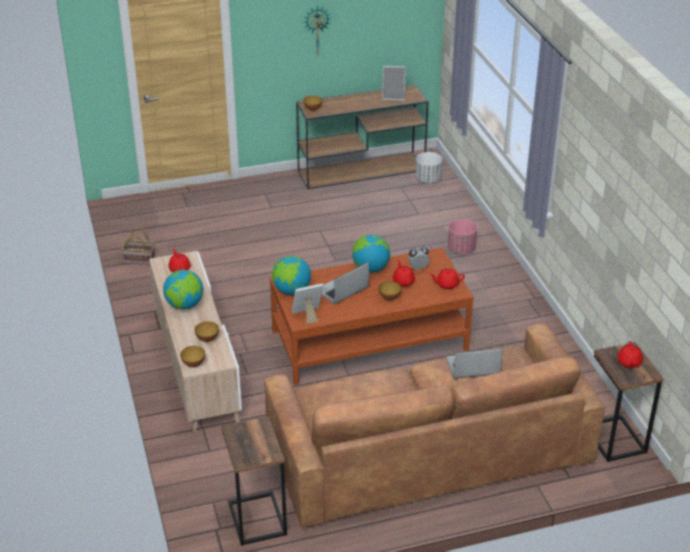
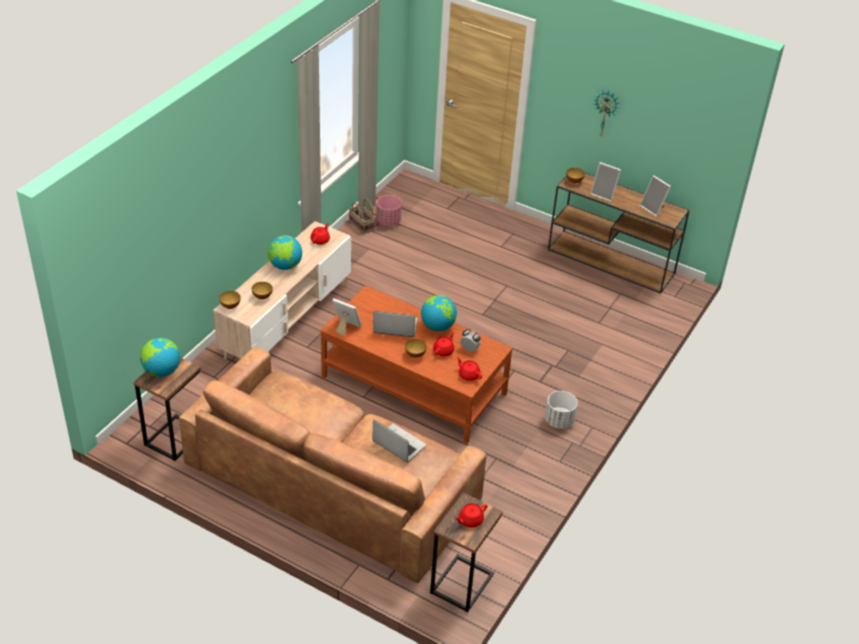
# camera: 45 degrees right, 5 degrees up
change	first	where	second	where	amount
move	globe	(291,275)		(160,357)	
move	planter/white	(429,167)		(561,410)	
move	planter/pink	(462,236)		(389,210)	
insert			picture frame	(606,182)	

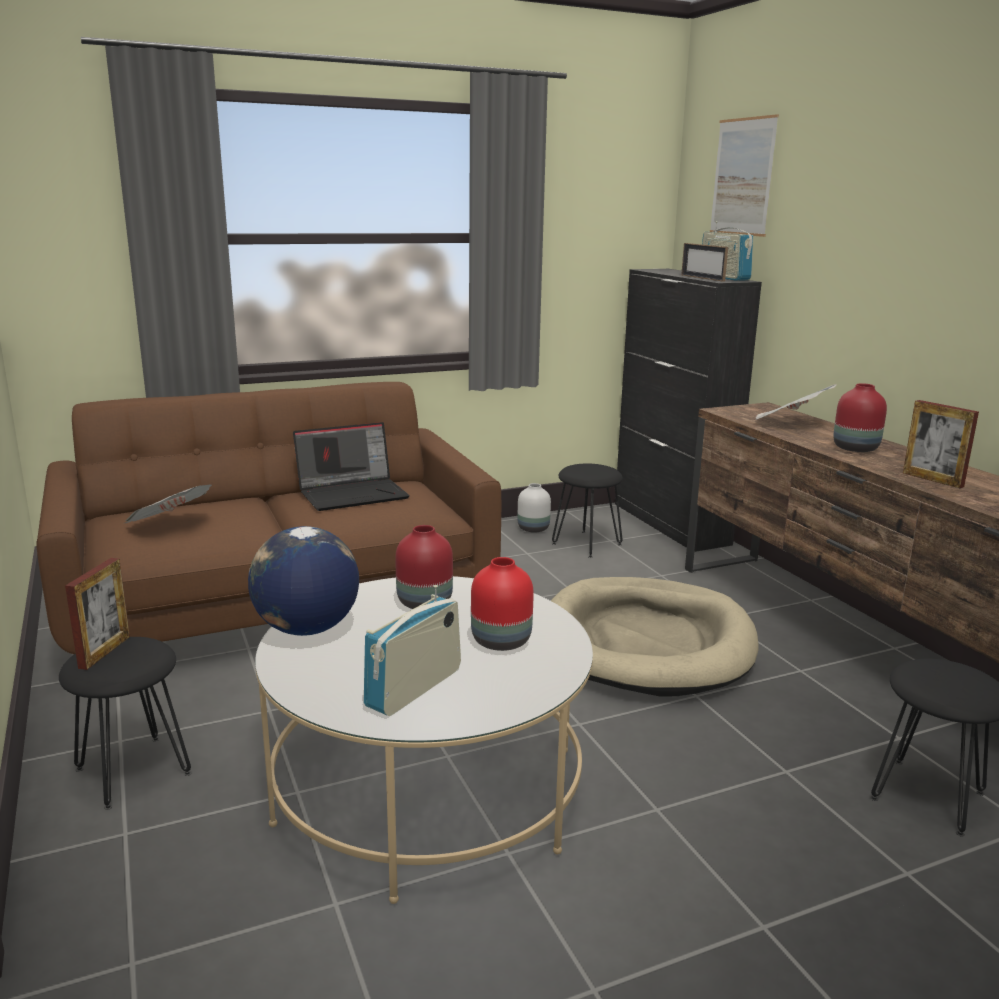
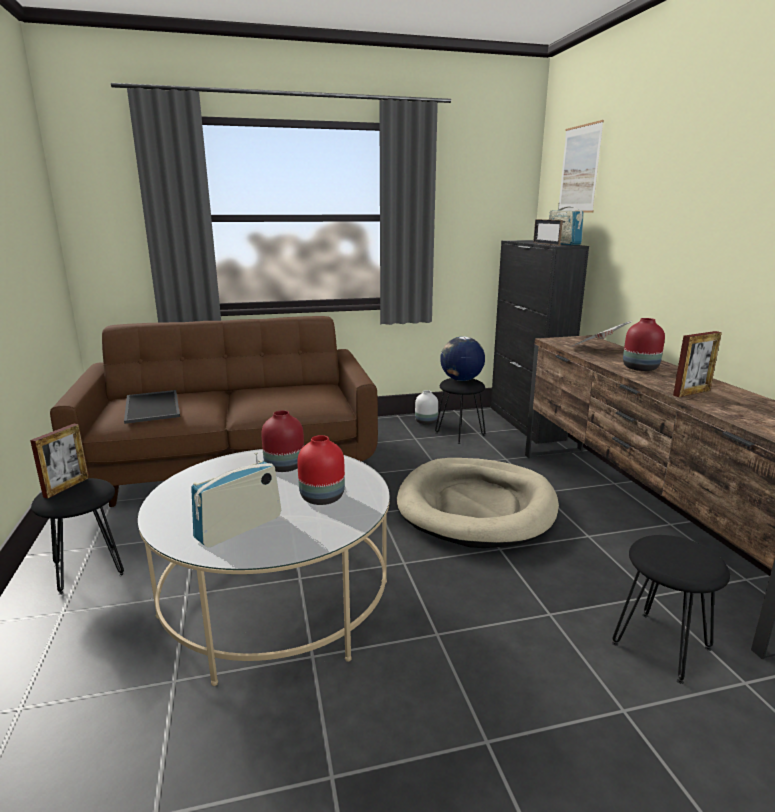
# camera: 10 degrees right, 0 degrees up
change	first	where	second	where	amount
replace	newspaper	(168,504)	tray	(152,407)	
move	globe	(303,581)		(462,358)	
delete	laptop	(351,466)			
rotate	picture frame	(941,444)		(697,364)	90 degrees counterclockwise

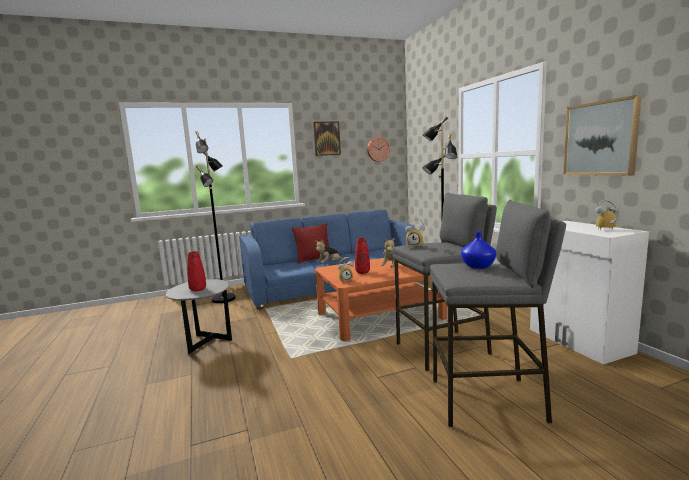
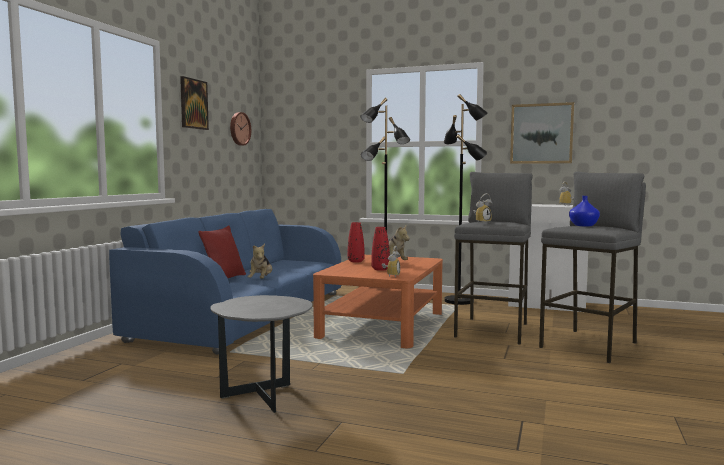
# camera: 50 degrees left, 5 degrees down
change	first	where	second	where	amount
move	vase/red	(196,271)		(356,242)	
move	floor lamp/black	(215,217)		(466,199)	

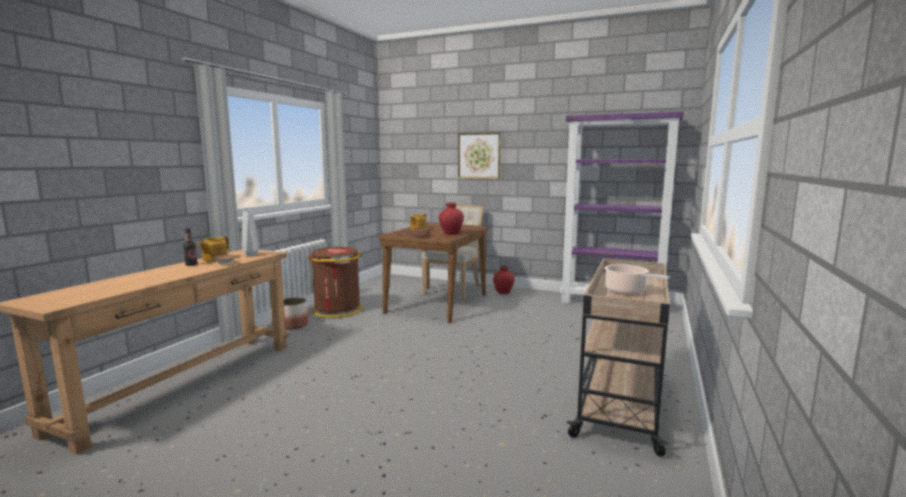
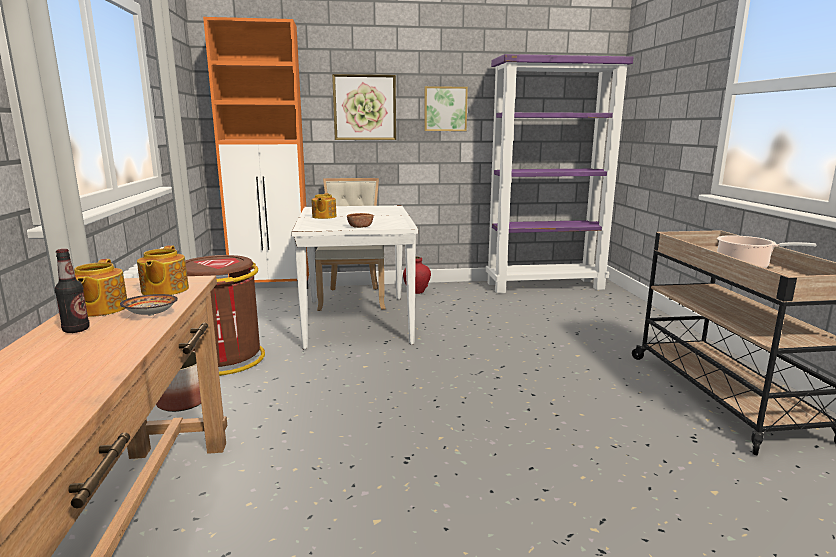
# camera: 30 degrees left, 5 degrees up
change	first	where	second	where	amount
replace	vase/grey	(250,233)	teapot	(163,270)	
recolor	dining table/brown	(433,273)	dining table/white	(354,277)	
delete	vase/red	(451,218)			
insert			cabinet/orange	(256,153)	
insert			picture	(446,108)	

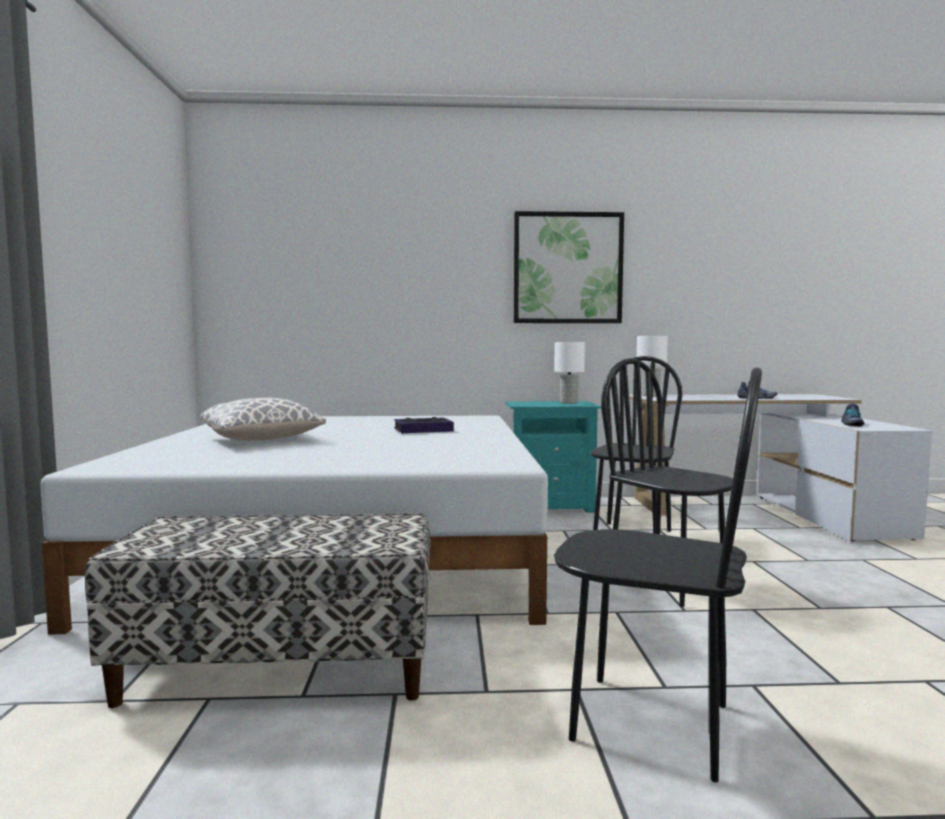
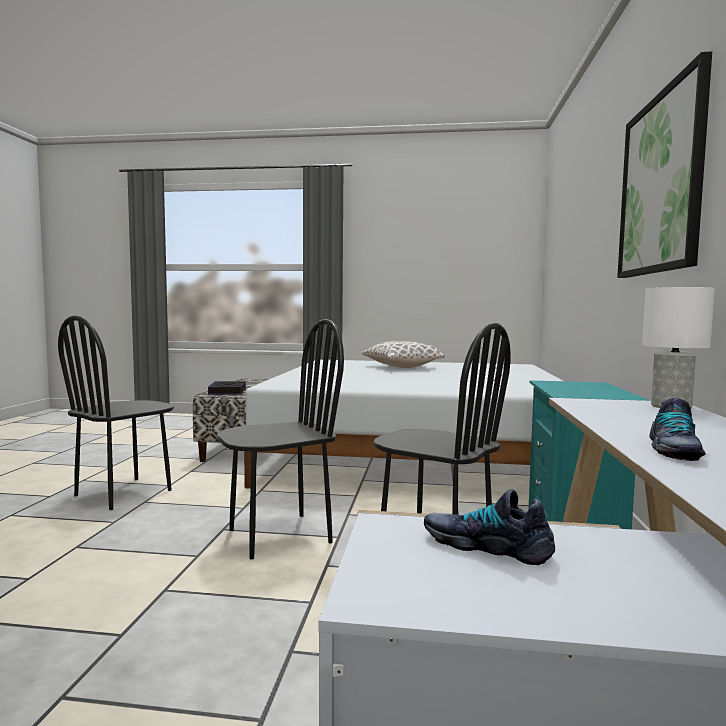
# camera: 100 degrees right, 0 degrees up
change	first	where	second	where	amount
move	book	(424,425)		(227,387)	
delete	table lamp/white	(569,373)			

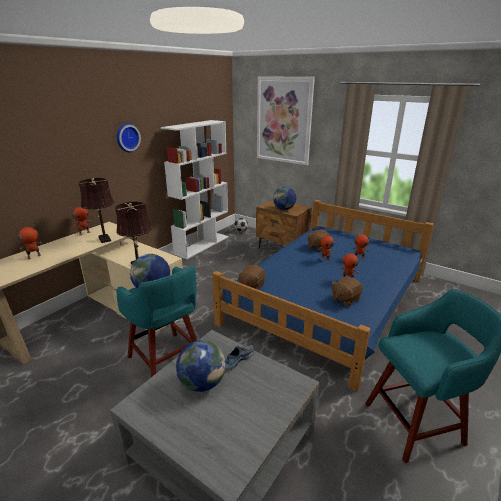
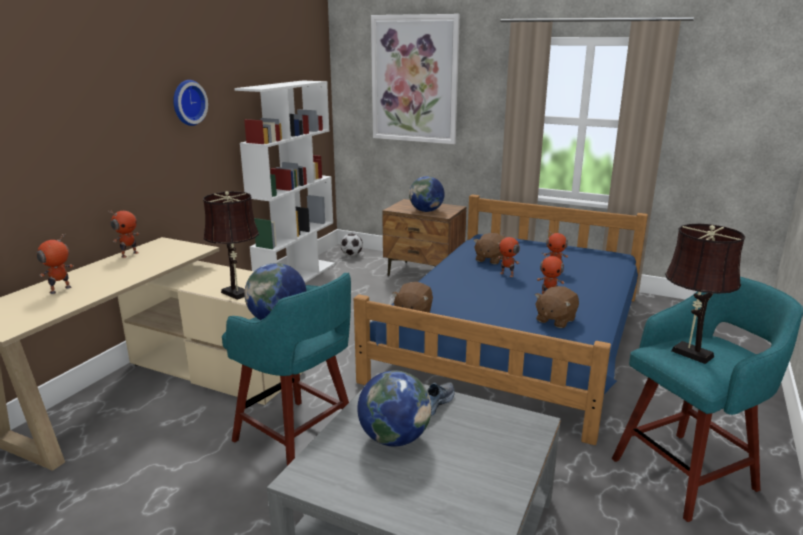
# camera: 10 degrees left, 5 degrees down
change	first	where	second	where	amount
move	table lamp/brown	(96,210)		(705,294)	

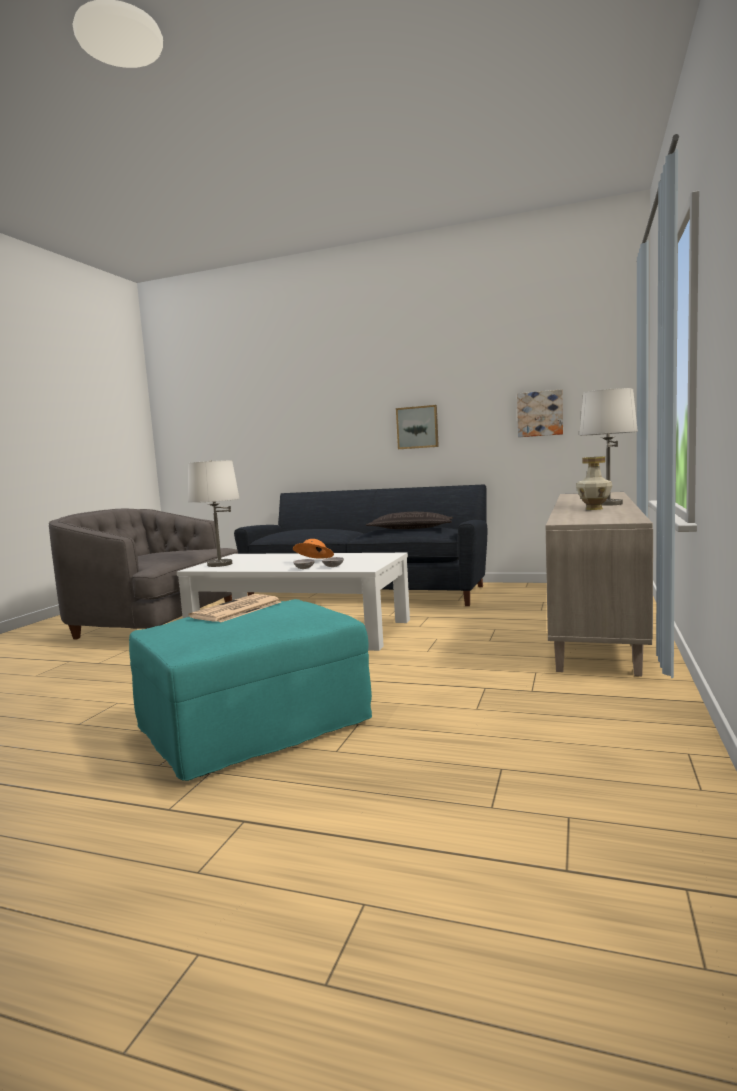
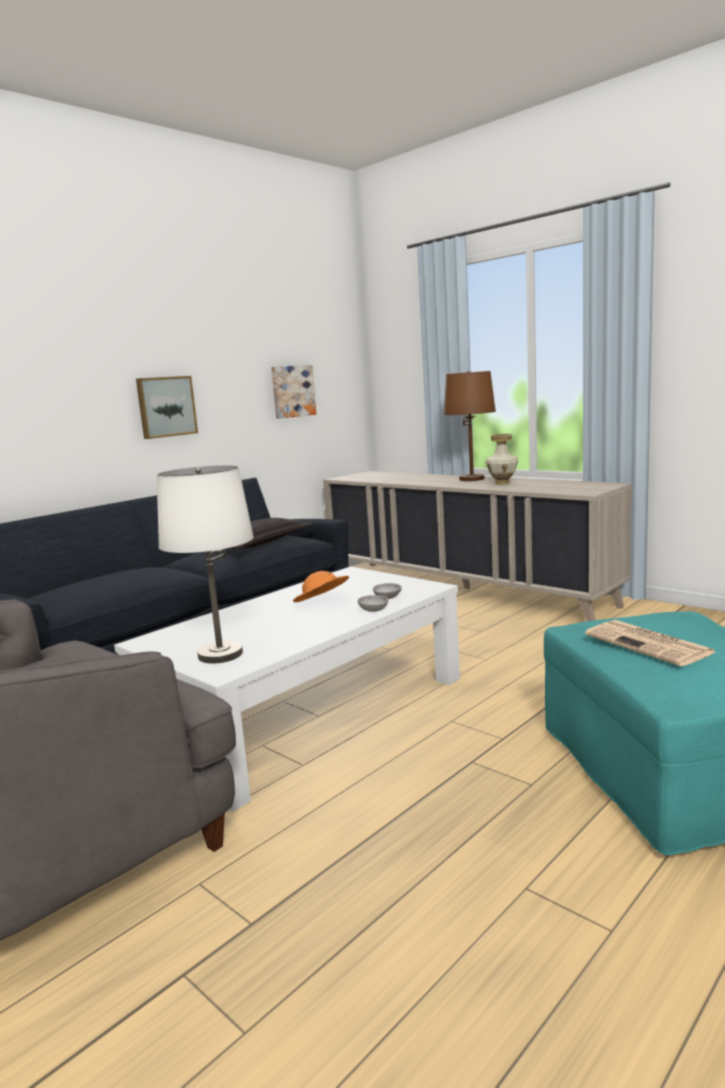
# camera: 65 degrees left, 5 degrees up
change	first	where	second	where	amount
recolor	table lamp/white	(608,447)	table lamp/brown	(470,426)	

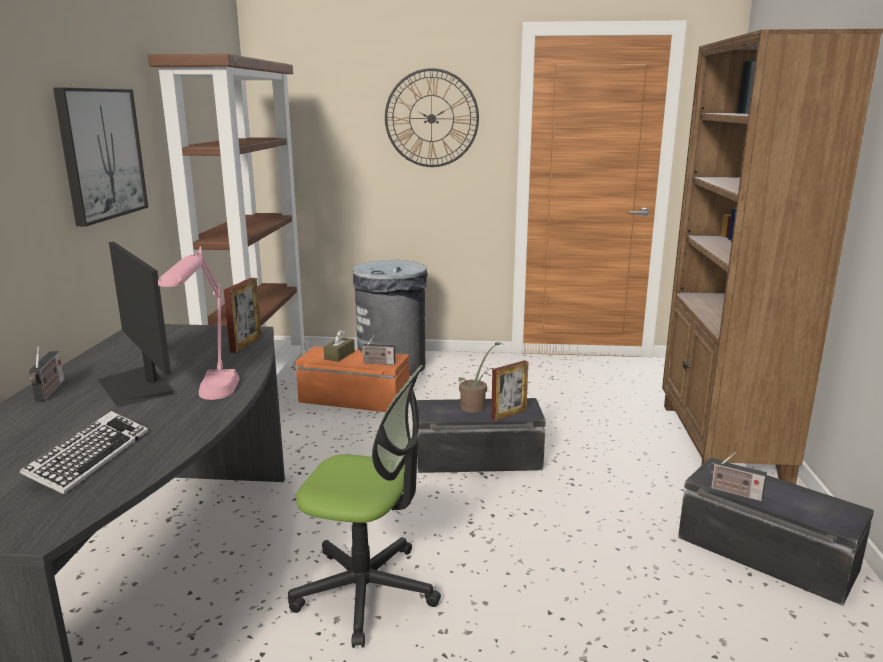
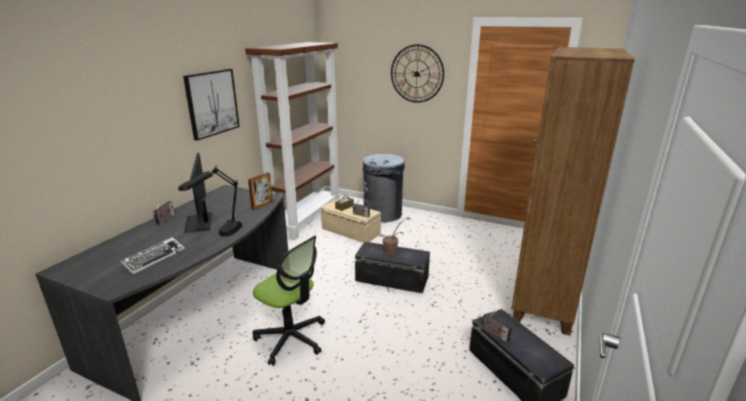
# camera: 20 degrees right, 5 degrees up
change	first	where	second	where	amount
recolor	table lamp/pink	(199,323)	table lamp/black	(210,201)	
recolor	storage box/orange	(352,379)	storage box/beige	(351,221)	
delete	picture frame	(510,390)			

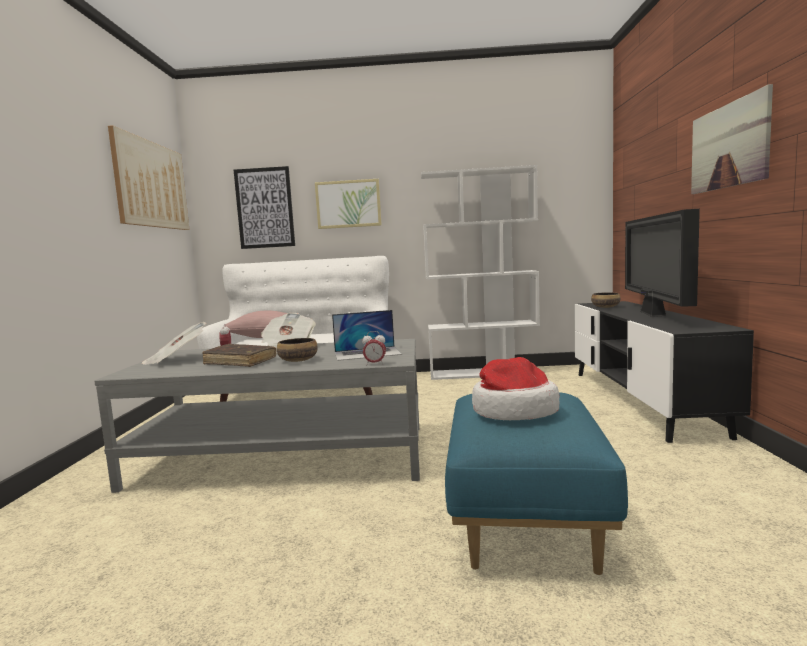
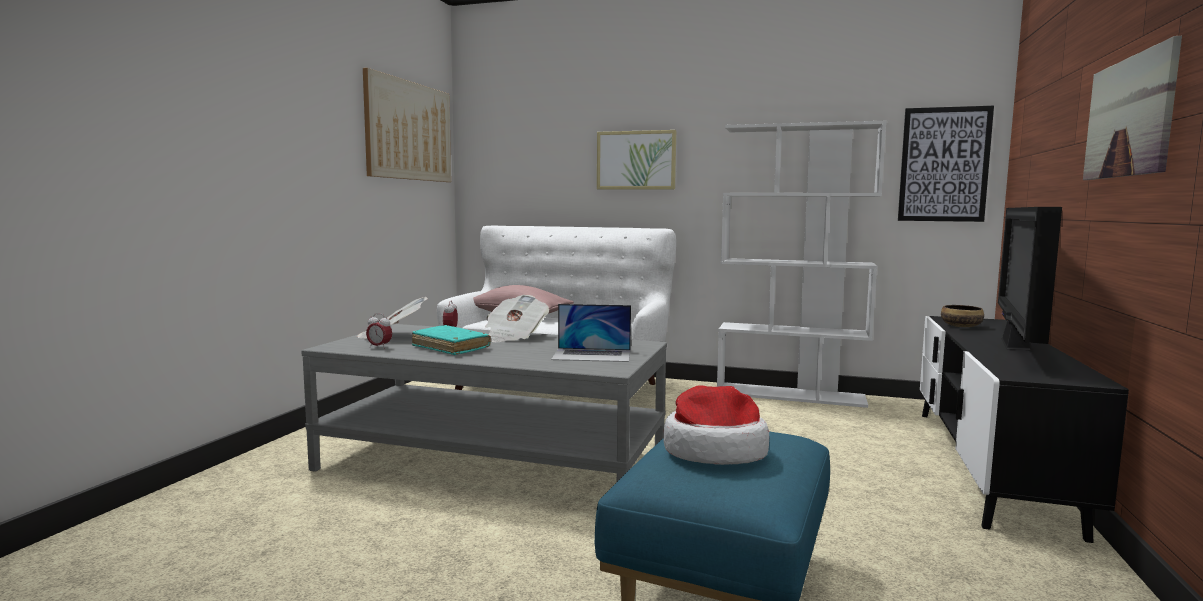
# camera: 15 degrees right, 0 degrees up
change	first	where	second	where	amount
recolor	book/brown	(239,355)	book/turquoise	(451,340)	
move	picture	(264,207)		(946,164)	
delete	bowl	(297,350)			
move	alarm clock	(374,347)		(379,331)	

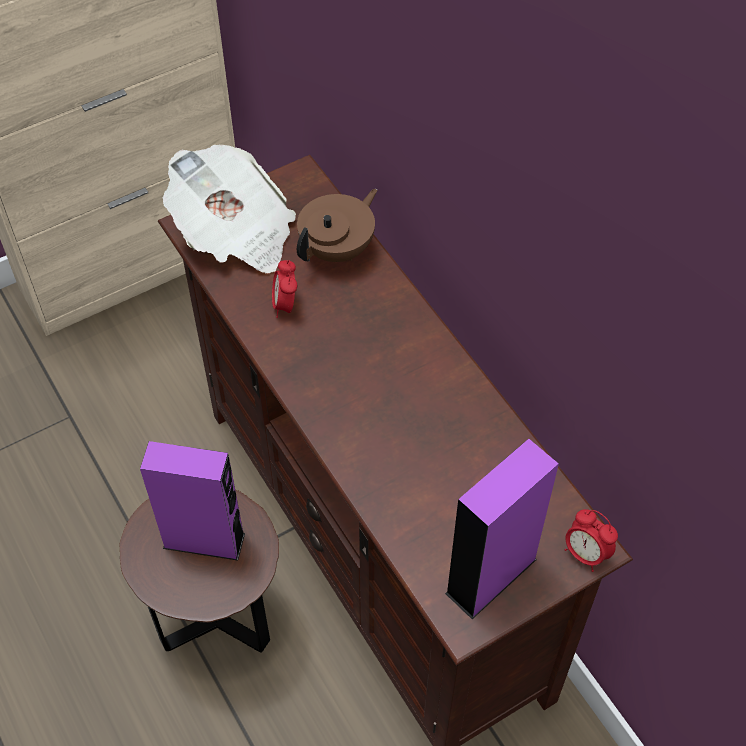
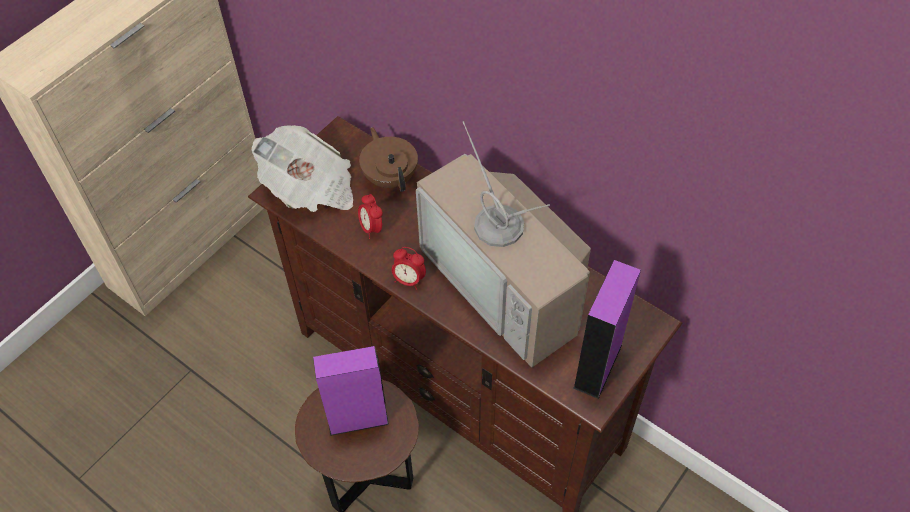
# camera: 20 degrees left, 0 degrees up
change	first	where	second	where	amount
rotate	teapot/brown	(337,225)		(388,159)	45 degrees counterclockwise
move	alarm clock	(591,540)		(409,268)	
insert			television	(503,244)	

